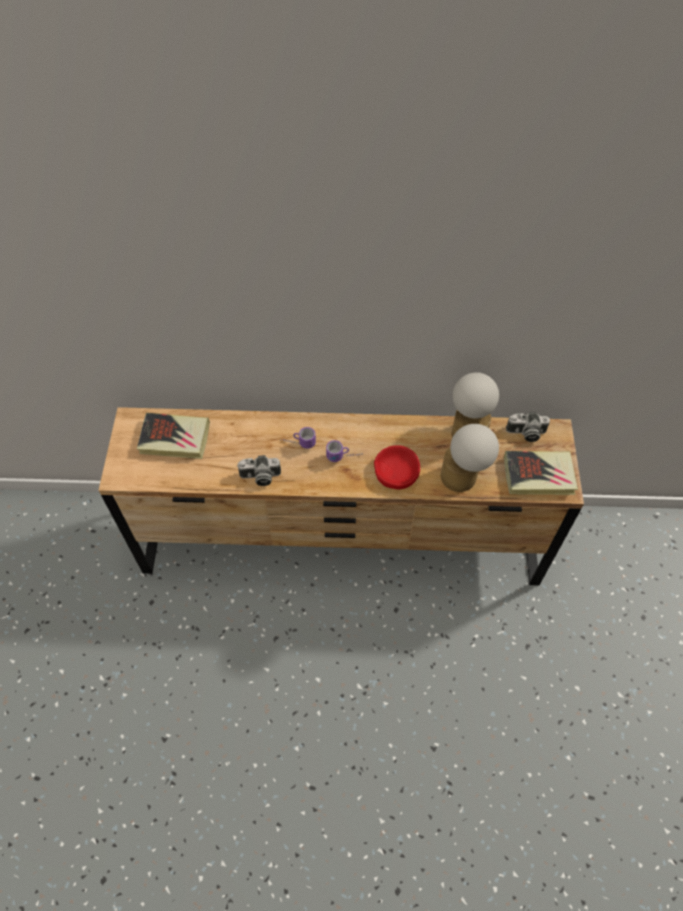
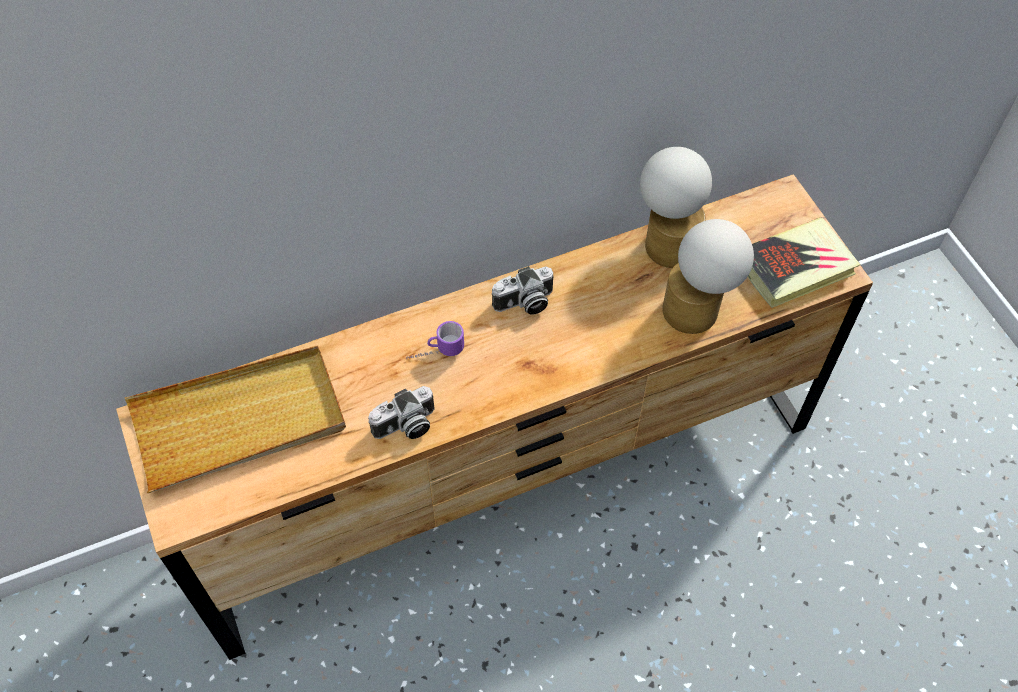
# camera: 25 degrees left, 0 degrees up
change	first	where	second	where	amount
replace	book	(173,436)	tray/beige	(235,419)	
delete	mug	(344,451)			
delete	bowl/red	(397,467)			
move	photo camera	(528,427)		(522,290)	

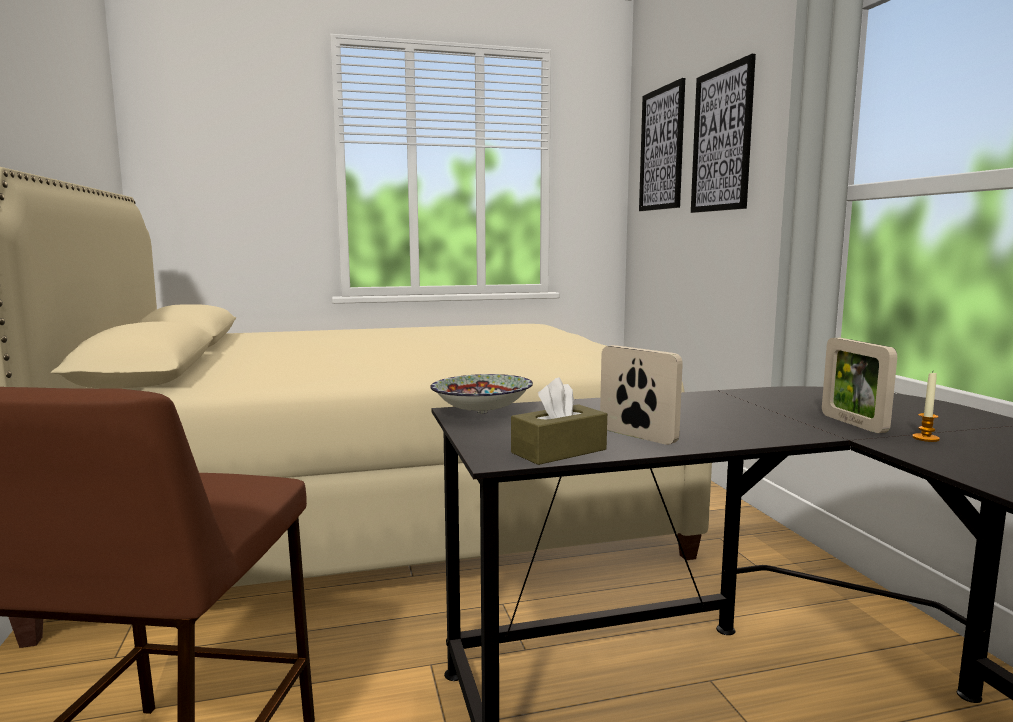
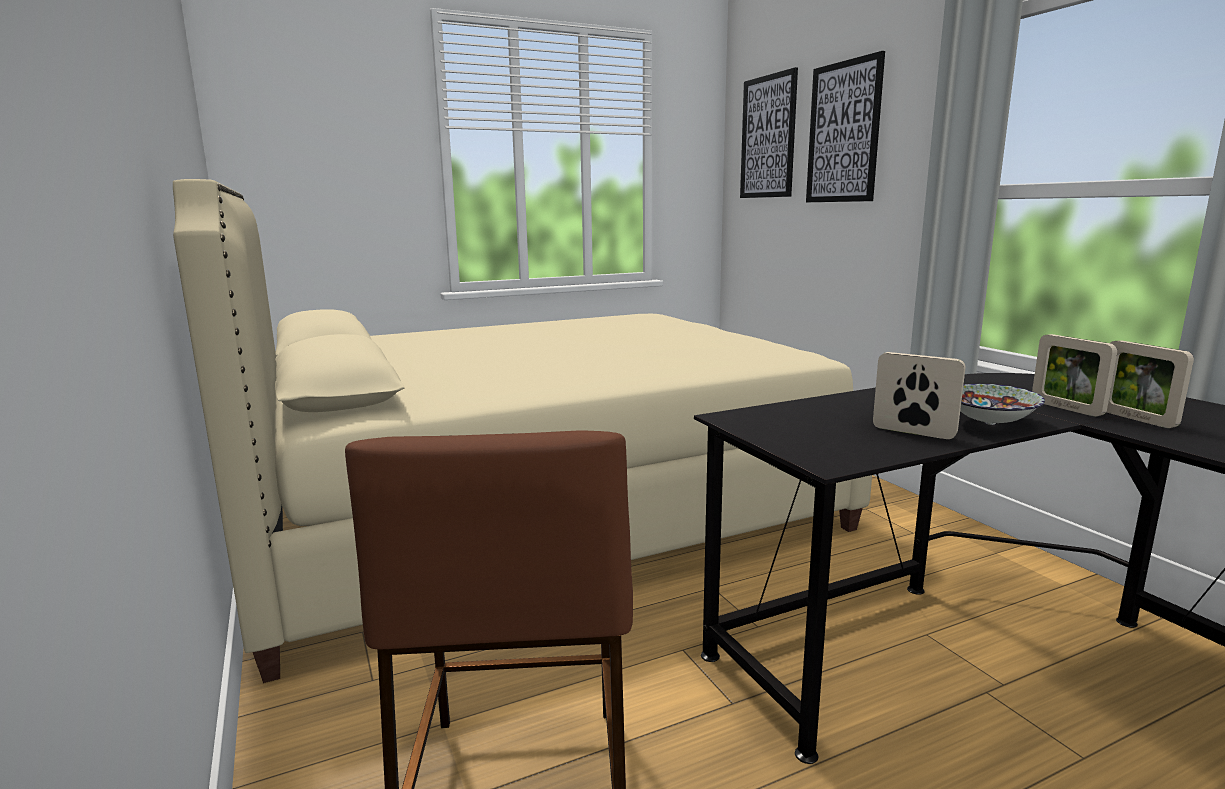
# camera: 10 degrees left, 5 degrees up
change	first	where	second	where	amount
move	bowl	(481,394)		(1002,404)	
delete	tissue box/brown	(559,421)			
replace	candle	(926,407)	picture frame	(1150,384)	

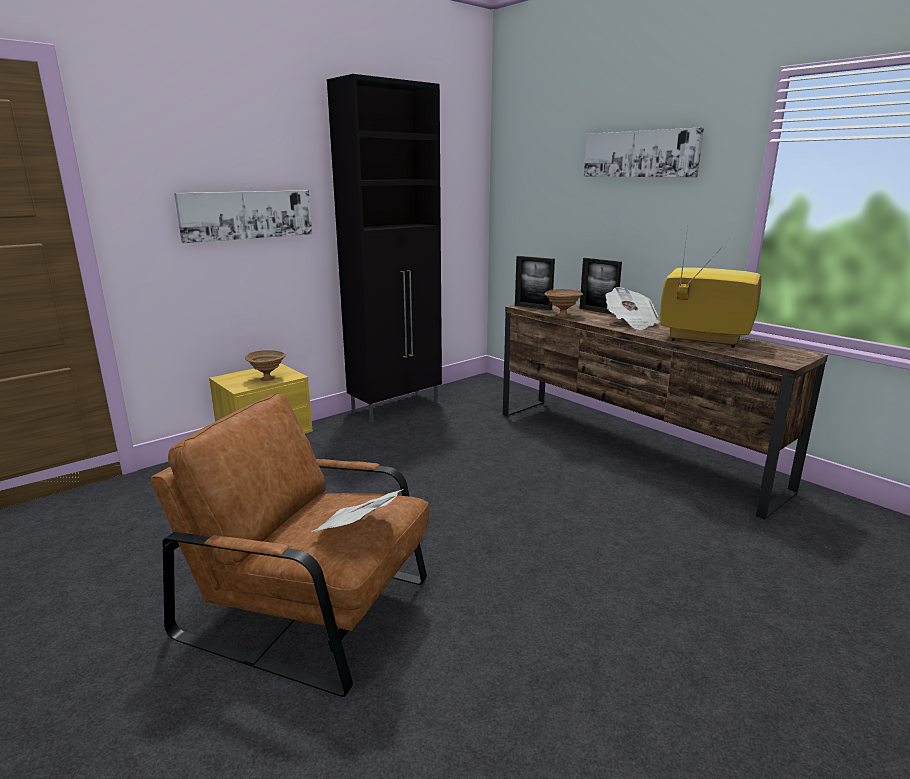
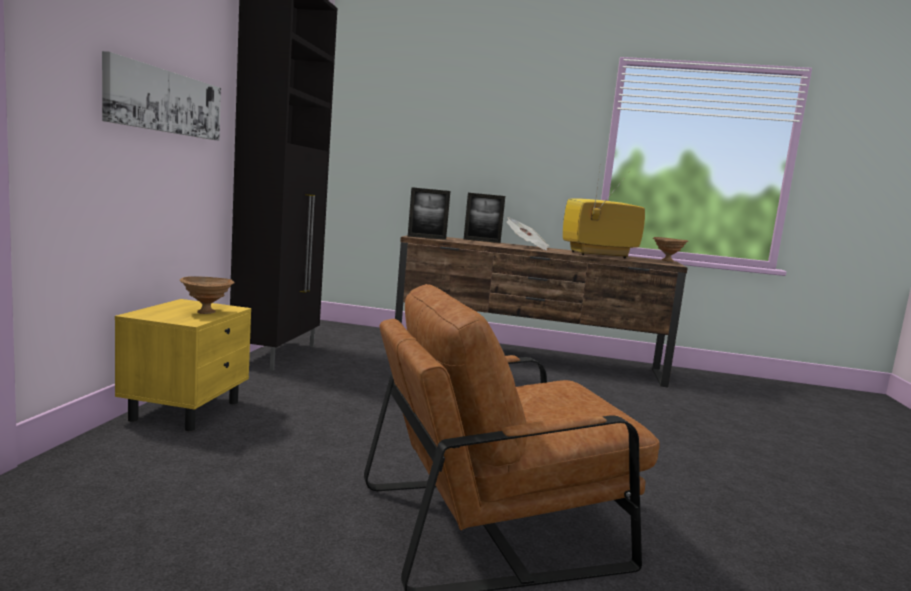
# camera: 40 degrees left, 10 degrees down
change	first	where	second	where	amount
delete	newspaper	(357,510)			
move	bowl/brown	(564,303)		(671,249)	
delete	picture	(644,152)			

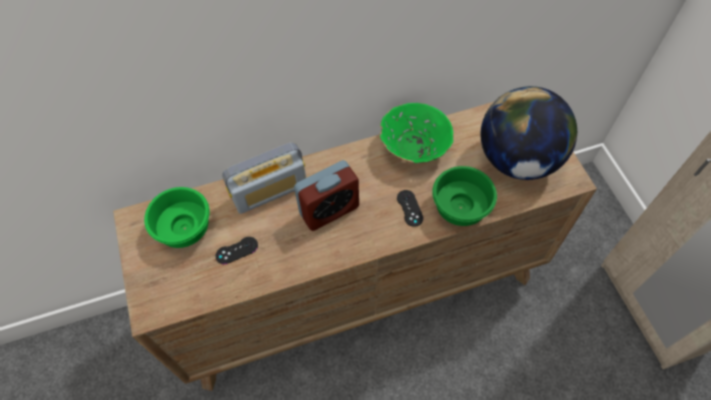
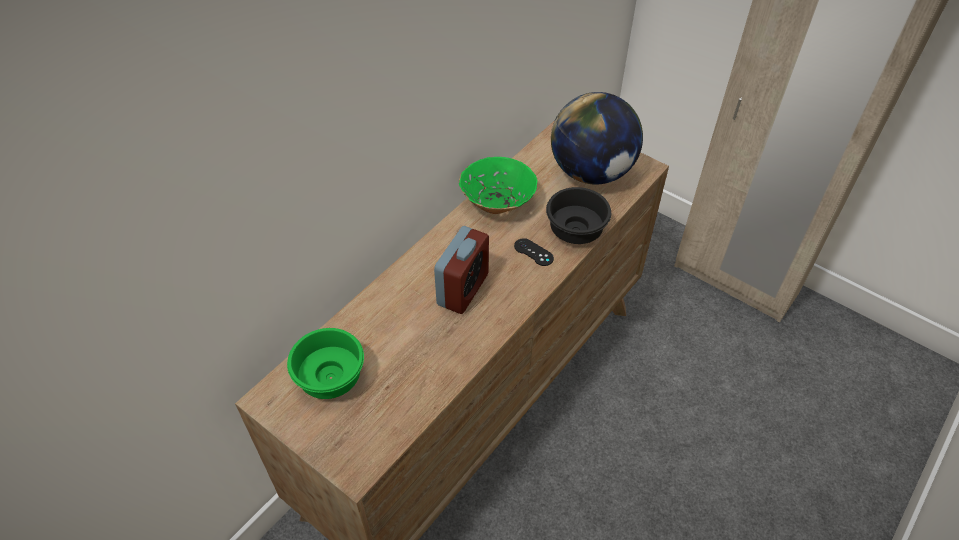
# camera: 35 degrees left, 10 degrees down
change	first	where	second	where	amount
delete	game controller/black	(236,250)			
delete	radio	(264,178)			
recolor	bowl/green	(464,196)	bowl/black	(578,215)	

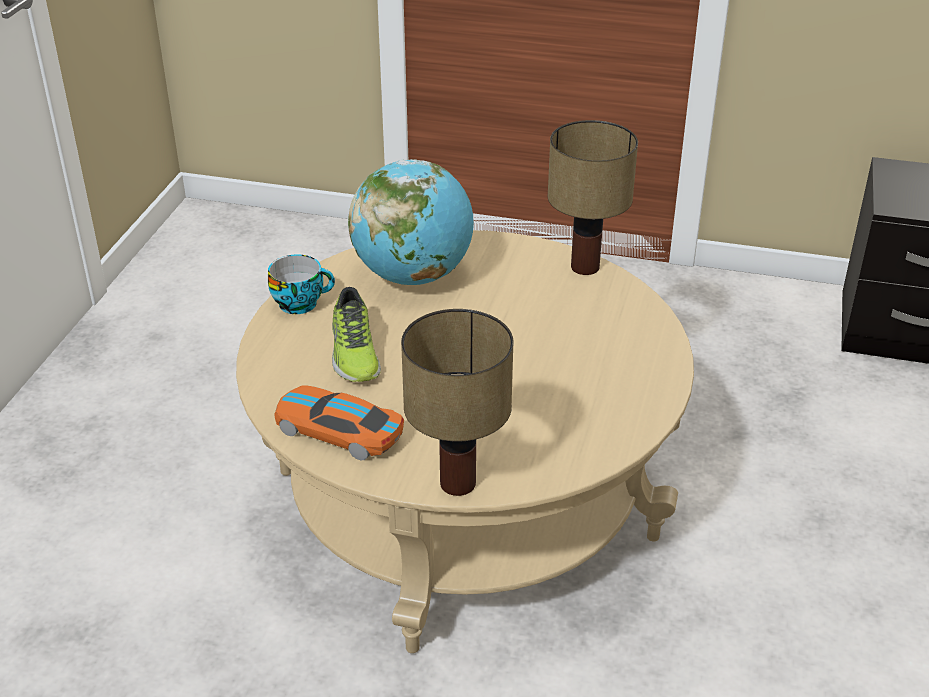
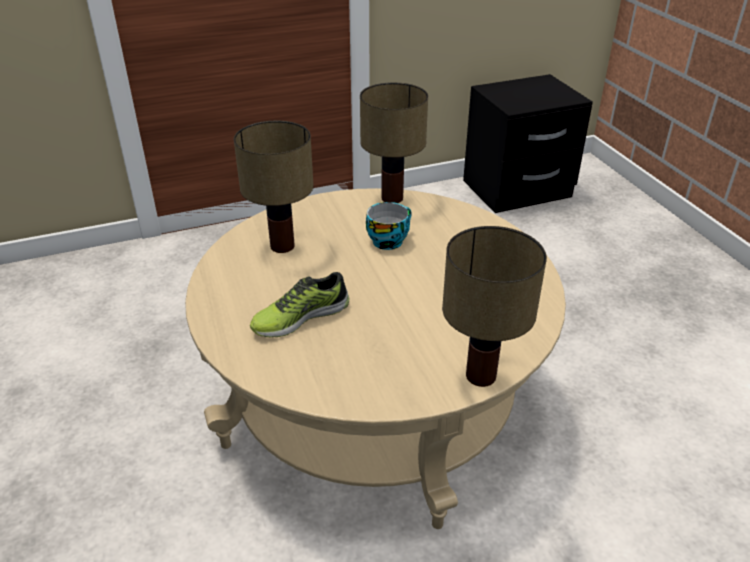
# camera: 35 degrees left, 0 degrees up
change	first	where	second	where	amount
move	cup	(301,284)		(389,226)	
delete	toy car	(339,422)			
rotate	shoe	(356,334)		(299,304)	105 degrees clockwise
replace	globe	(411,222)	table lamp	(274,187)	

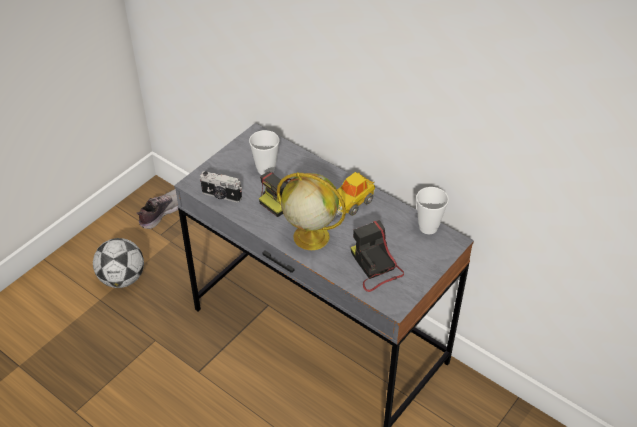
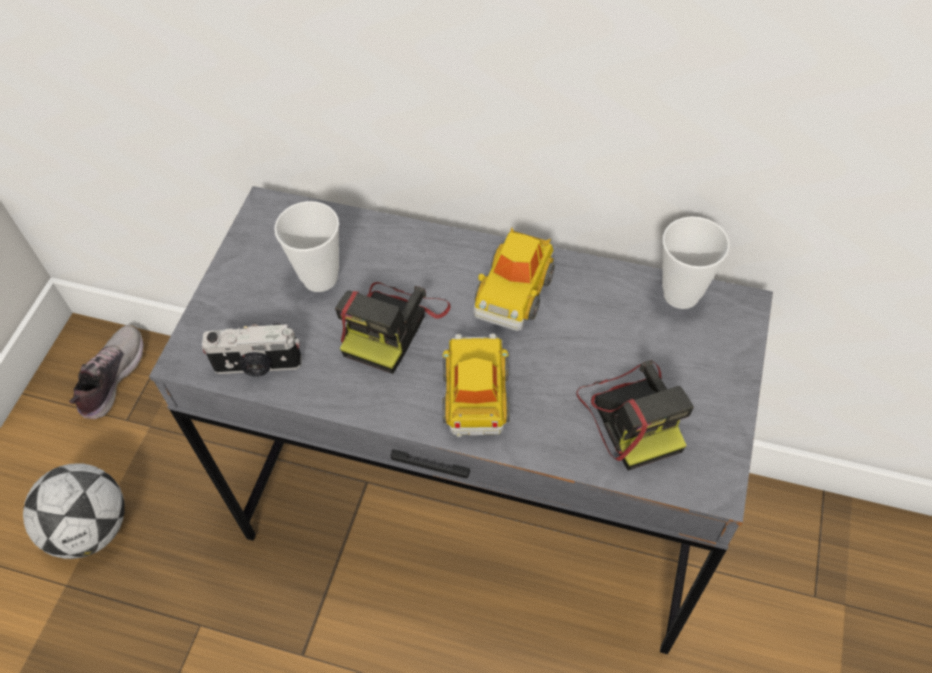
# camera: 20 degrees left, 10 degrees up
change	first	where	second	where	amount
replace	globe	(311,211)	toy car	(476,385)	
rotate	photo camera	(377,256)		(635,415)	150 degrees counterclockwise

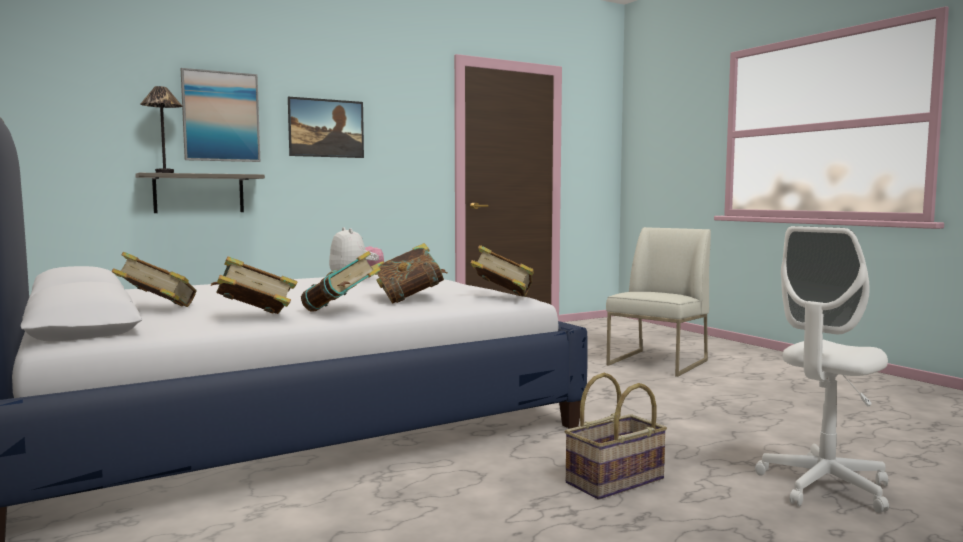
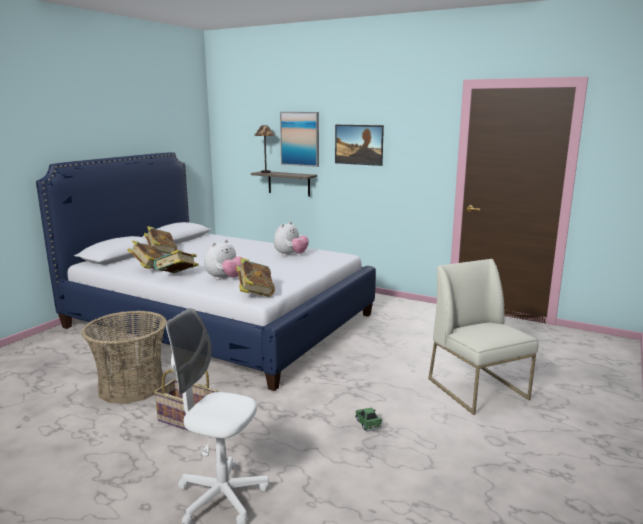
# camera: 60 degrees right, 10 degrees up
change	first	where	second	where	amount
replace	book	(409,273)	plush toy	(223,259)	
rotate	chair/white	(658,302)		(483,337)	120 degrees counterclockwise
insert			basket	(124,357)	
insert			toy car/green	(368,420)	

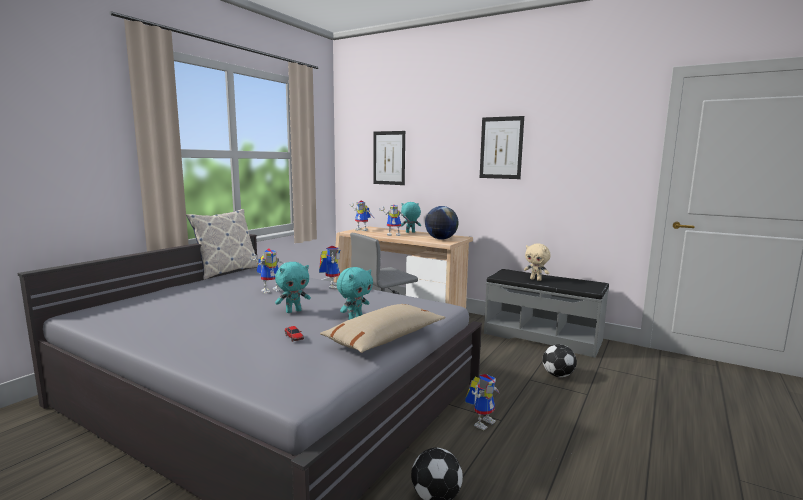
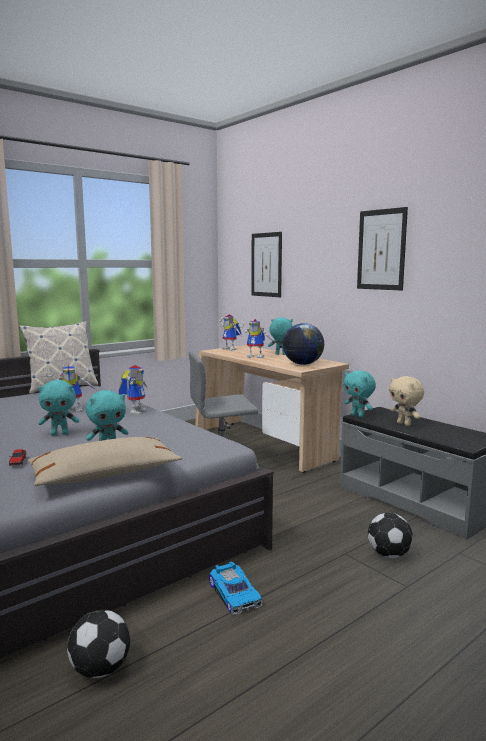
# camera: 20 degrees right, 0 degrees up
change	first	where	second	where	amount
replace	toy robot	(482,402)	toy car	(236,588)	
insert			plush toy/turquoise	(359,394)	

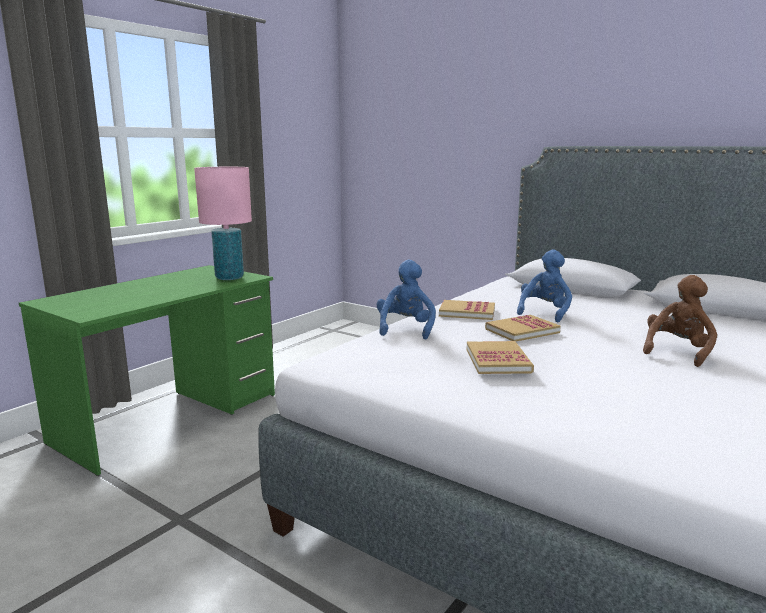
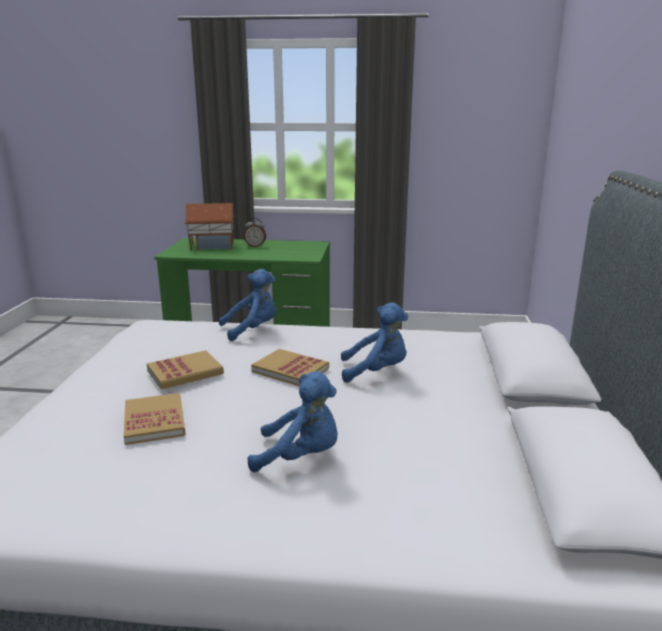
# camera: 60 degrees right, 5 degrees up
change	first	where	second	where	amount
delete	table lamp/pink	(223,223)			
move	book	(467,310)		(155,419)	
recolor	plush toy/brown	(680,321)	plush toy/blue	(293,421)	
insert			toy house	(209,226)	
insert			alarm clock	(255,232)	

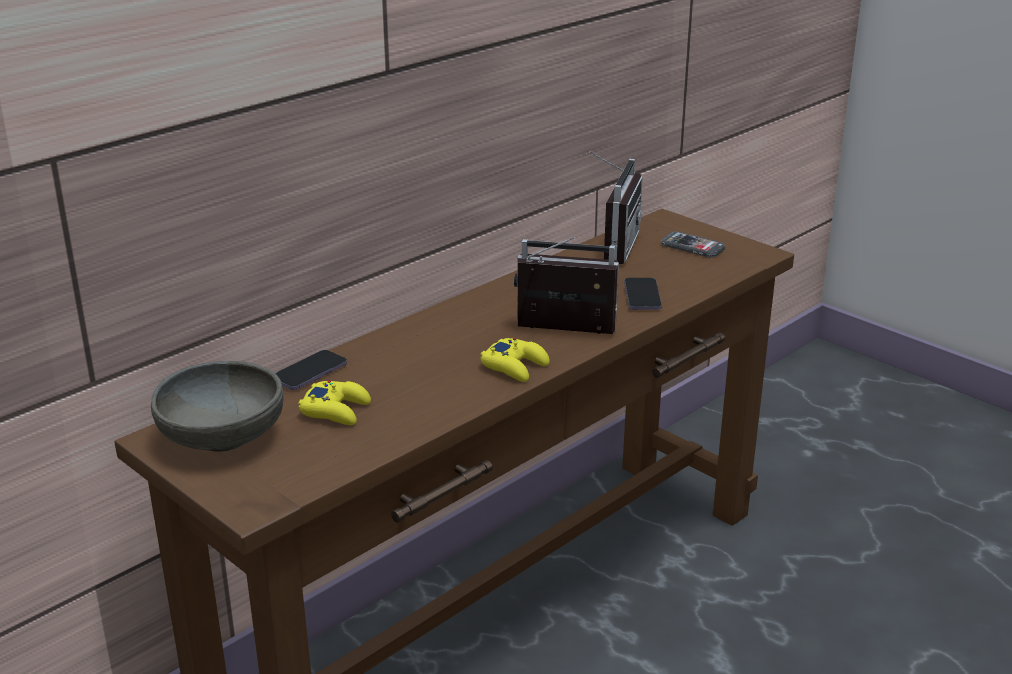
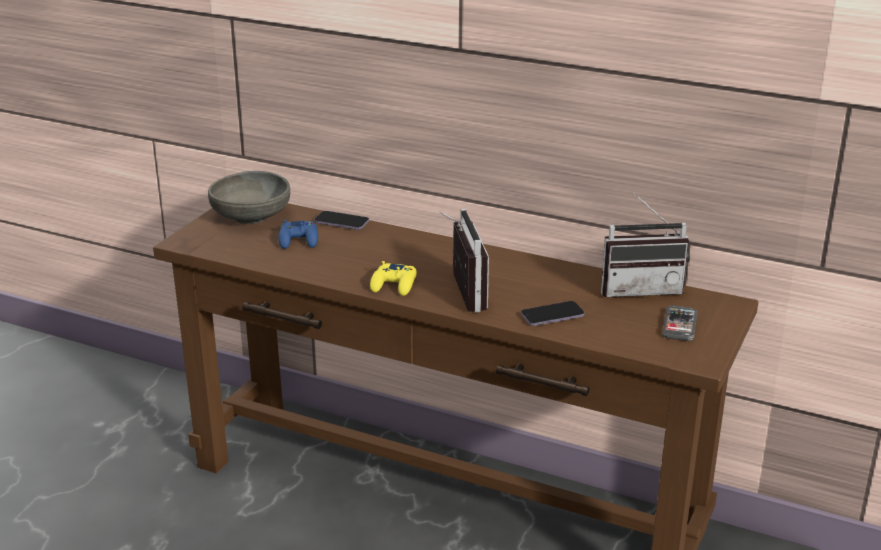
# camera: 70 degrees right, 0 degrees up
change	first	where	second	where	amount
recolor	game controller/yellow	(334,402)	game controller/blue	(298,234)	

